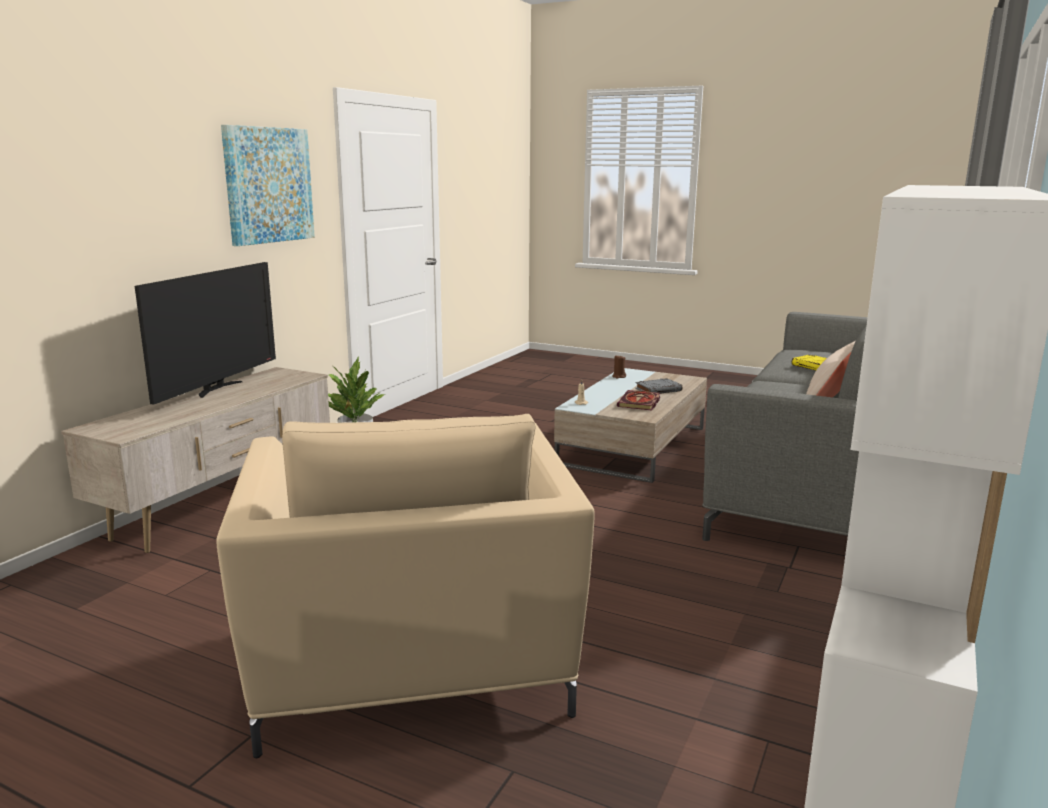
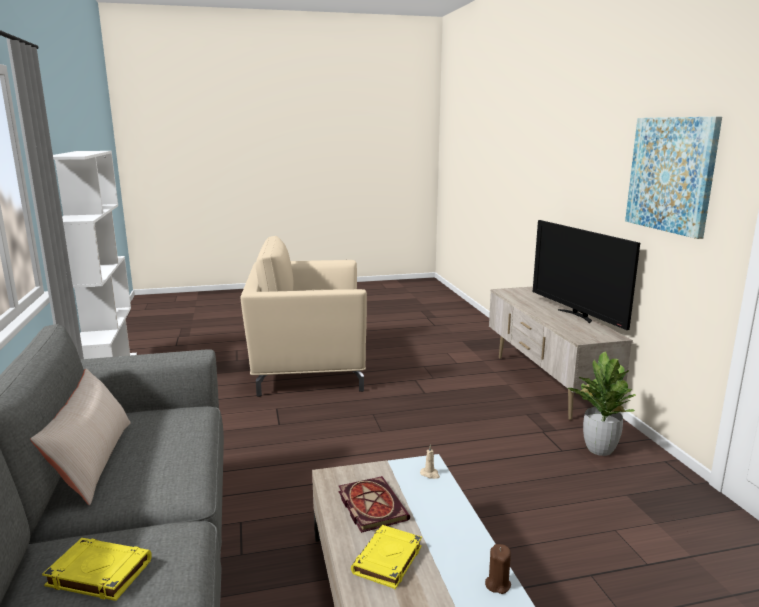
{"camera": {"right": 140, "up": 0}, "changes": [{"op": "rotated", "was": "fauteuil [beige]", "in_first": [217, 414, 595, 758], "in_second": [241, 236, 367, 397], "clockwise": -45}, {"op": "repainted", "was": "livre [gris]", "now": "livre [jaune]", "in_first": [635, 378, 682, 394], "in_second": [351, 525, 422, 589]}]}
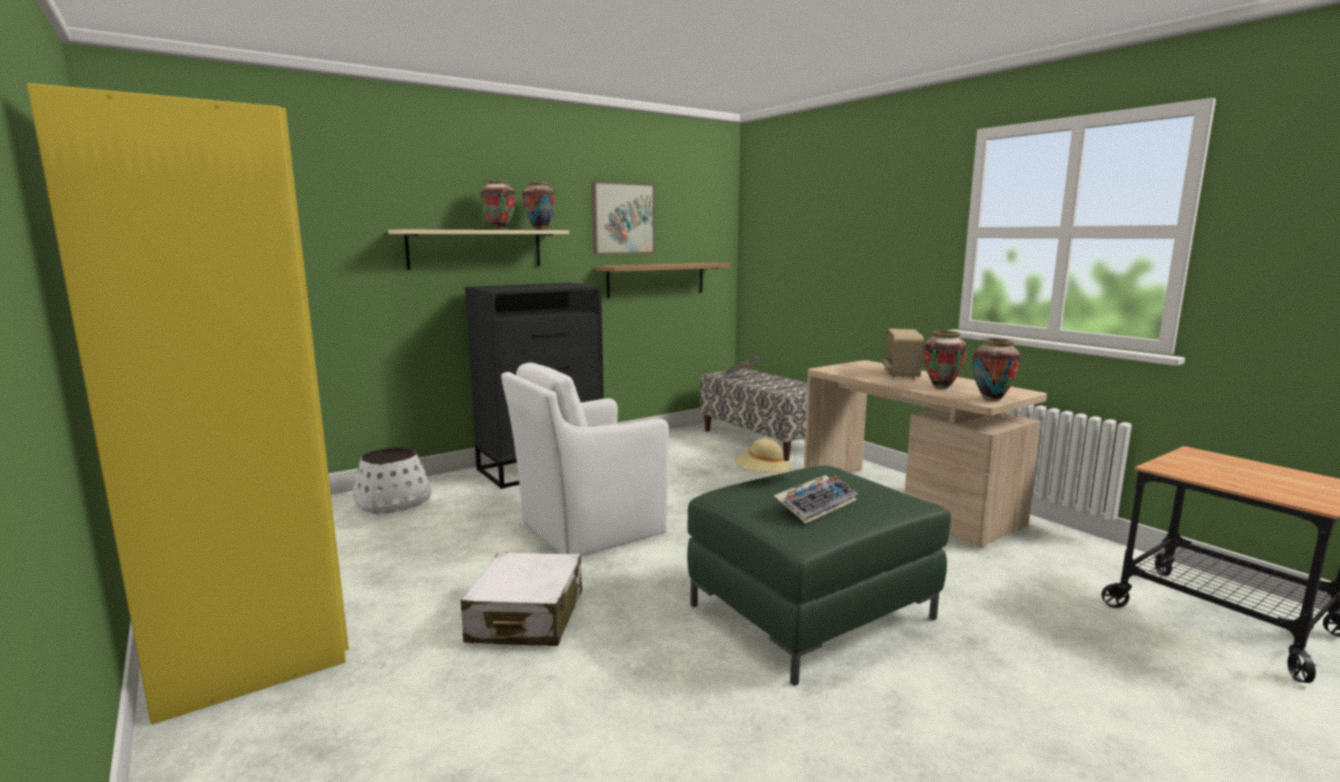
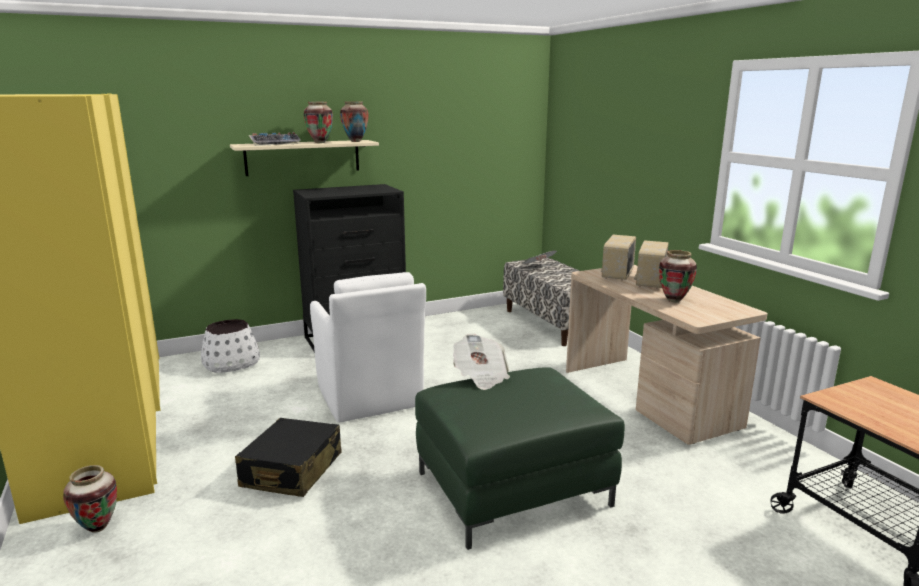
{"camera": {"right": 10, "up": 5}, "changes": [{"op": "shifted", "was": "vase", "in_first": [972, 338, 1021, 401], "in_second": [63, 465, 117, 533]}, {"op": "repainted", "was": "valise [blanc]", "now": "valise [noir]", "in_first": [461, 552, 582, 646], "in_second": [235, 418, 342, 497]}, {"op": "shifted", "was": "clavier", "in_first": [774, 475, 858, 524], "in_second": [249, 132, 301, 146]}, {"op": "rotated", "was": "fauteuil [blanc]", "in_first": [501, 362, 669, 556], "in_second": [310, 272, 426, 423], "clockwise": -90}, {"op": "swapped", "was": "chapeau [beige]", "now": "journal", "in_first": [735, 439, 790, 476], "in_second": [453, 334, 510, 390]}, {"op": "new", "now": "radio", "in_second": [601, 235, 636, 281]}, {"op": "gone", "was": "tableau", "in_first": [592, 181, 655, 254]}, {"op": "gone", "was": "étagère", "in_first": [596, 263, 732, 298]}]}
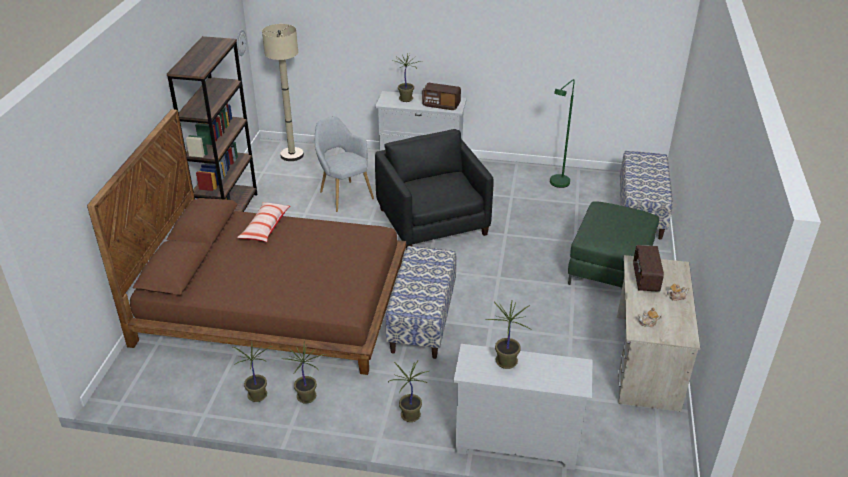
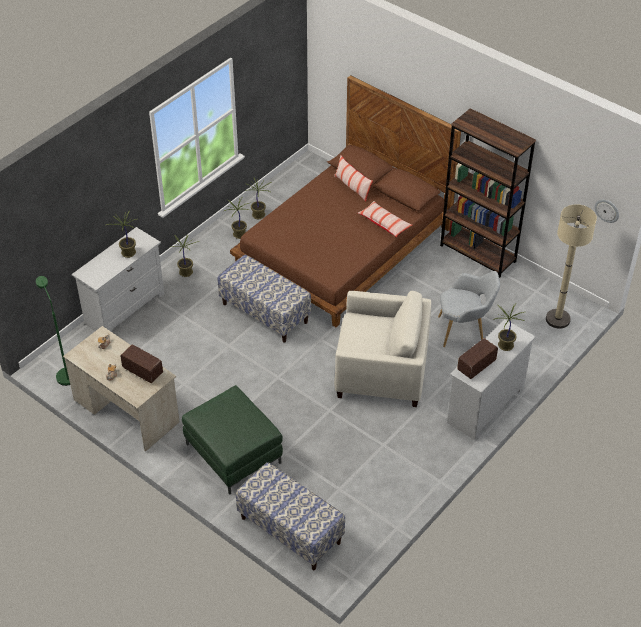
{"camera": {"right": 120, "up": 10}, "changes": [{"op": "shifted", "was": "lampadaire [vert]", "in_first": [550, 79, 575, 188], "in_second": [36, 276, 70, 386]}, {"op": "new", "now": "coussin", "in_second": [334, 155, 373, 202]}, {"op": "repainted", "was": "fauteuil [noir]", "now": "fauteuil [beige]", "in_first": [375, 129, 494, 249], "in_second": [334, 291, 431, 407]}]}
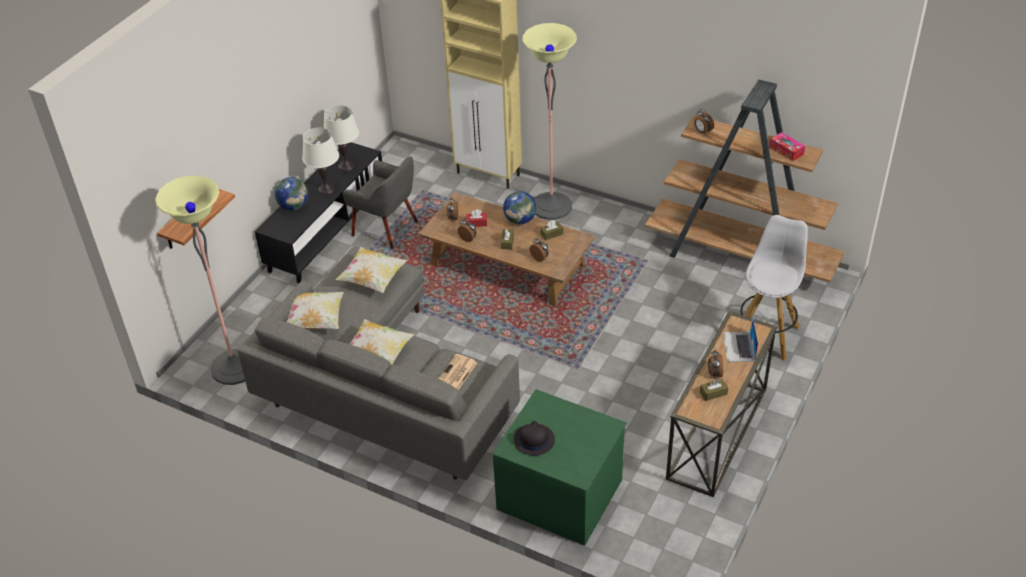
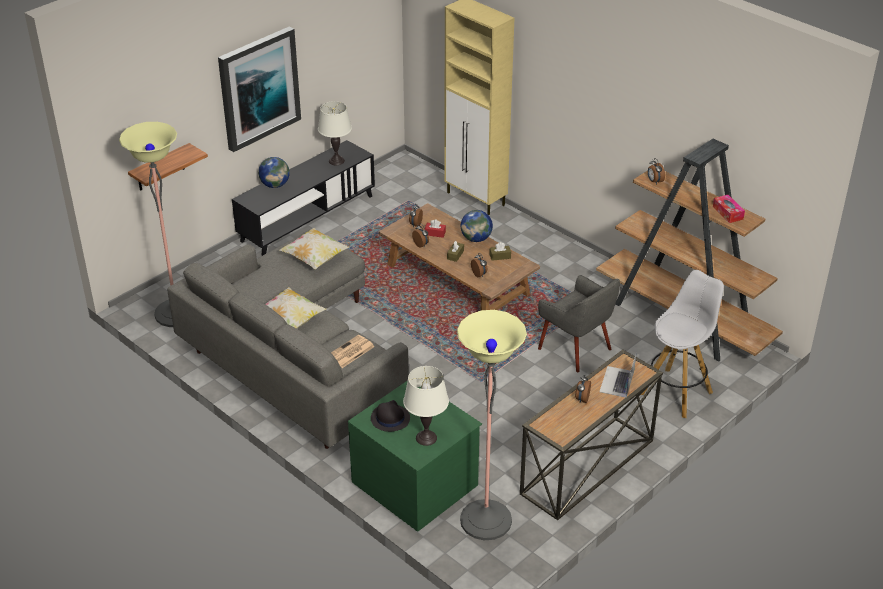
{"camera": {"right": 15, "up": -5}, "changes": [{"op": "new", "now": "tableau", "in_second": [218, 27, 301, 152]}, {"op": "shifted", "was": "lampe de table [blanc]", "in_first": [302, 128, 339, 195], "in_second": [403, 366, 449, 446]}, {"op": "shifted", "was": "lampadaire", "in_first": [523, 23, 577, 220], "in_second": [457, 310, 527, 540]}, {"op": "shifted", "was": "fauteuil [gris]", "in_first": [343, 157, 418, 249], "in_second": [538, 275, 620, 372]}, {"op": "gone", "was": "coussin", "in_first": [287, 291, 344, 330]}, {"op": "gone", "was": "boîte à mouchoirs [marron]", "in_first": [700, 379, 728, 401]}]}
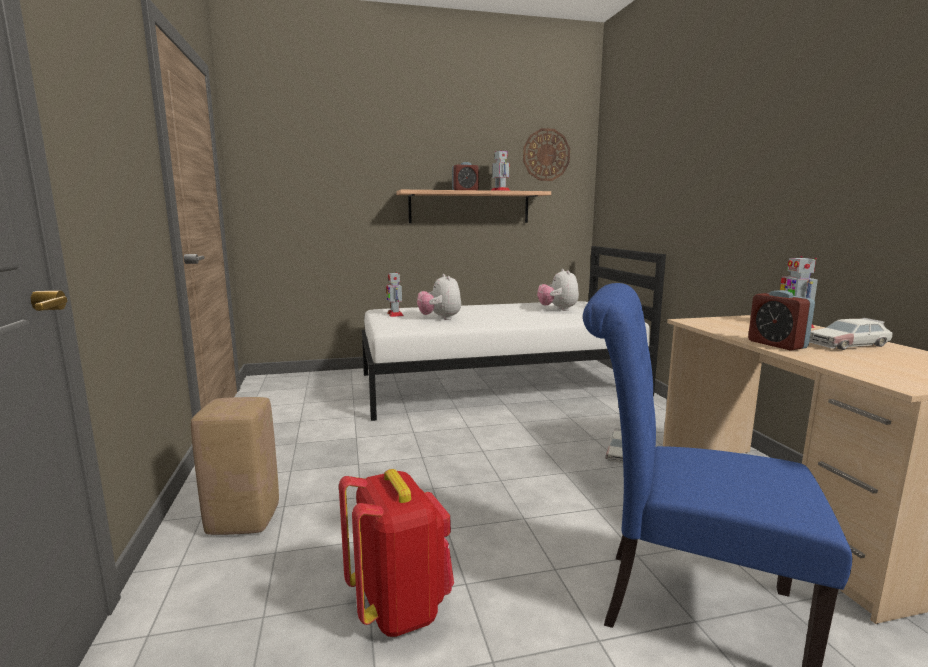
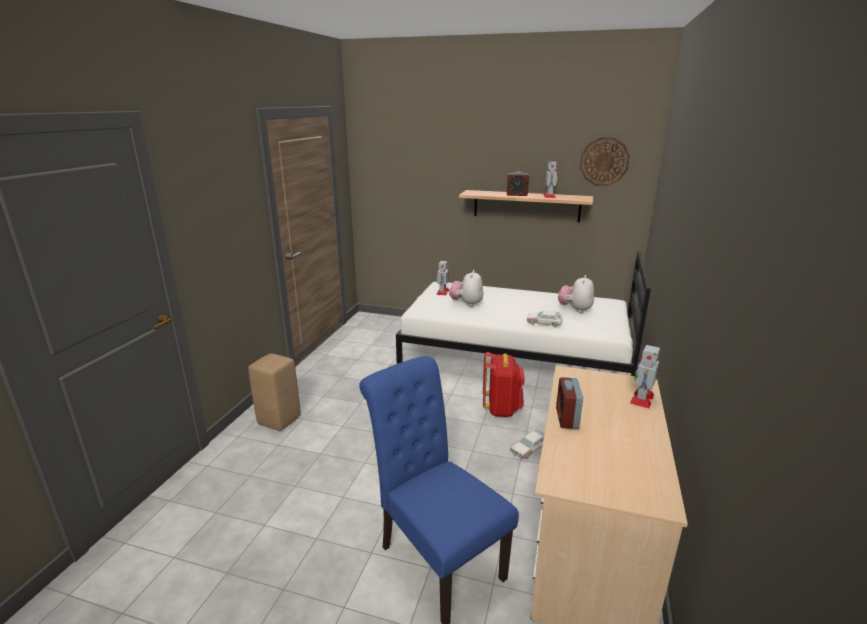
{"camera": {"right": 30, "up": 10}, "changes": [{"op": "shifted", "was": "sac à dos [rouge]", "in_first": [339, 469, 454, 637], "in_second": [483, 352, 525, 417]}, {"op": "shifted", "was": "petite voiture", "in_first": [809, 318, 893, 350], "in_second": [527, 311, 563, 327]}]}
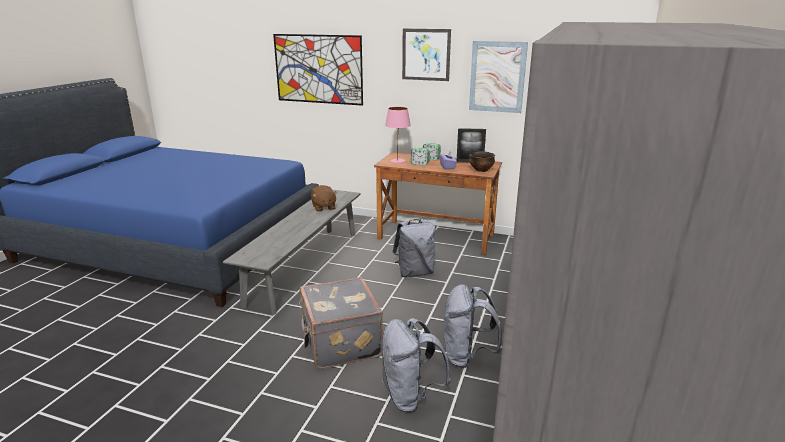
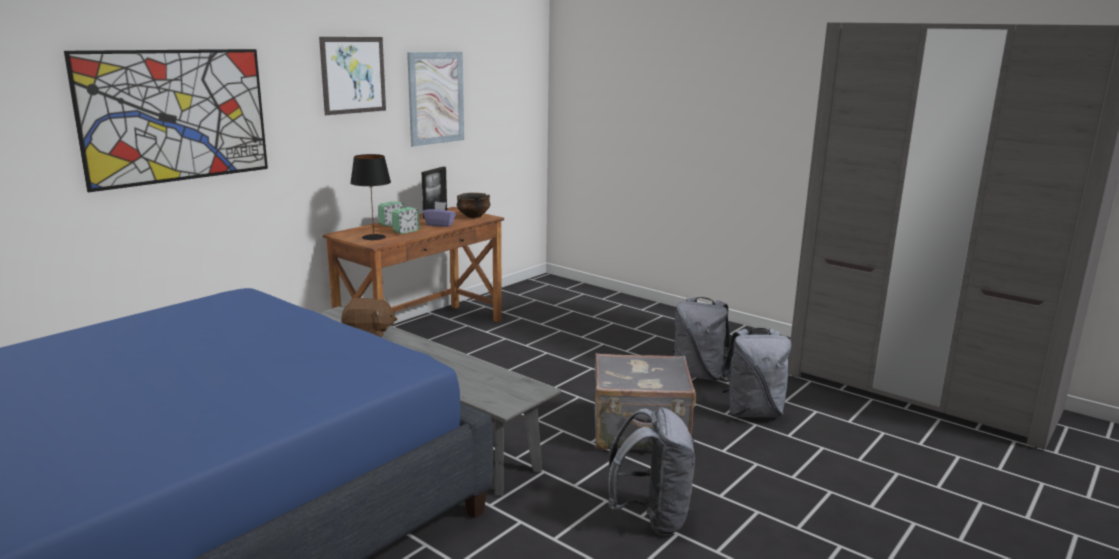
{"camera": {"right": -70, "up": -5}, "changes": [{"op": "repainted", "was": "lampe de table [rose]", "now": "lampe de table [noir]", "in_first": [385, 107, 411, 163], "in_second": [350, 154, 391, 240]}, {"op": "shifted", "was": "sac à dos [gris]", "in_first": [392, 219, 435, 277], "in_second": [608, 407, 695, 535]}]}
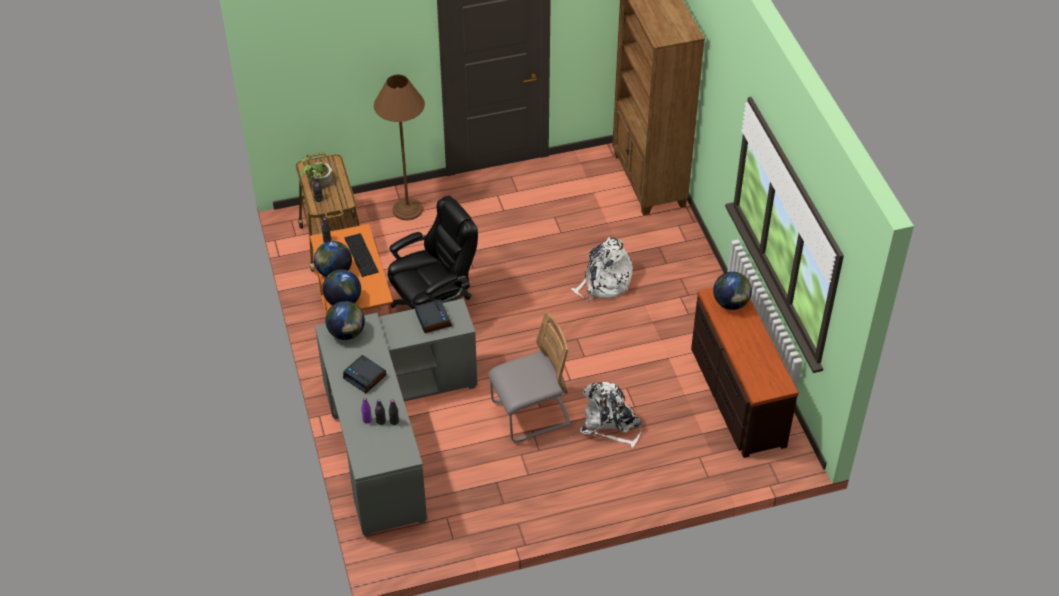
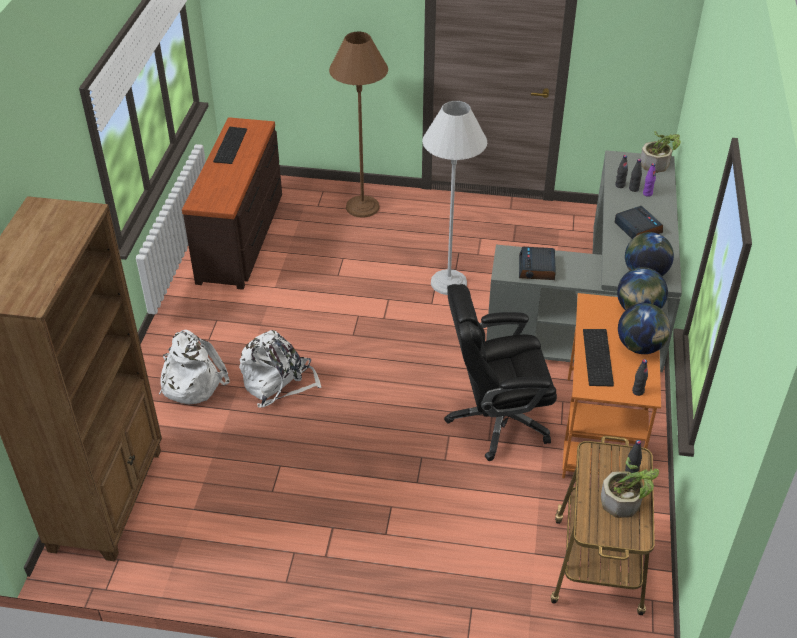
{"camera": {"right": -155, "up": -5}, "changes": [{"op": "shifted", "was": "sac à dos [blanc]", "in_first": [579, 382, 642, 447], "in_second": [159, 330, 230, 404]}, {"op": "new", "now": "clavier", "in_second": [213, 127, 247, 164]}, {"op": "shifted", "was": "lampadaire [marron]", "in_first": [374, 74, 425, 220], "in_second": [329, 32, 388, 218]}, {"op": "swapped", "was": "chaise [gris]", "now": "lampadaire [blanc]", "in_first": [488, 312, 570, 442], "in_second": [422, 101, 487, 295]}, {"op": "new", "now": "plante en pot", "in_second": [640, 131, 681, 173]}, {"op": "gone", "was": "globe", "in_first": [713, 272, 752, 310]}]}
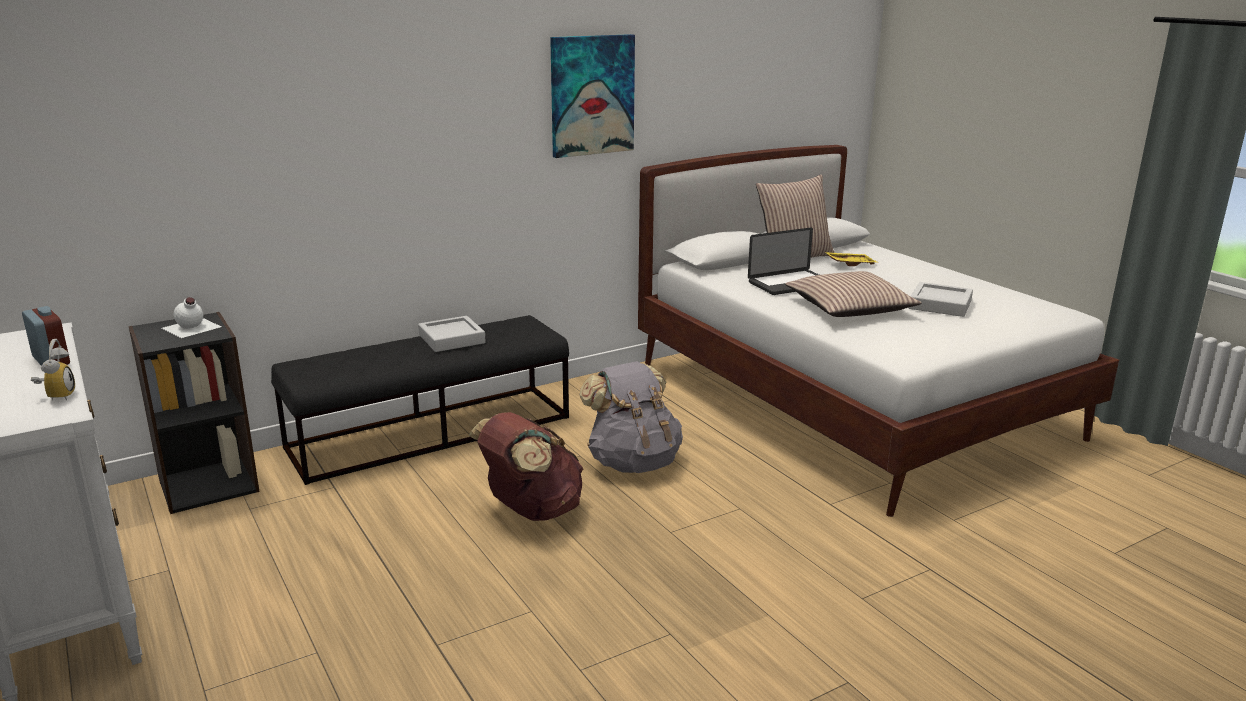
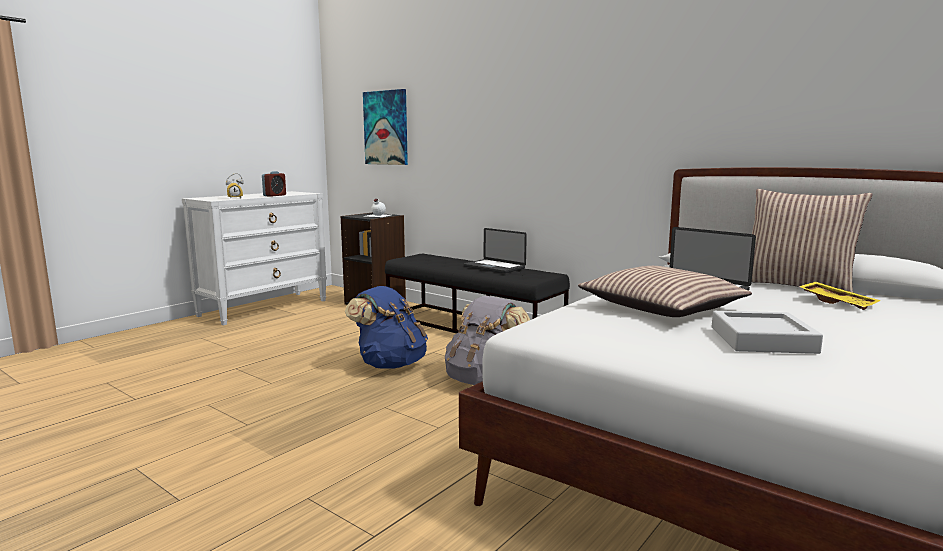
{"camera": {"right": 70, "up": -10}, "changes": [{"op": "repainted", "was": "sac à dos [marron]", "now": "sac à dos [bleu]", "in_first": [469, 412, 583, 521], "in_second": [345, 286, 428, 368]}, {"op": "shifted", "was": "tableau", "in_first": [550, 34, 635, 158], "in_second": [363, 89, 408, 165]}, {"op": "swapped", "was": "plateau [gris]", "now": "ordinateur portable", "in_first": [418, 316, 486, 352], "in_second": [463, 228, 527, 273]}]}
